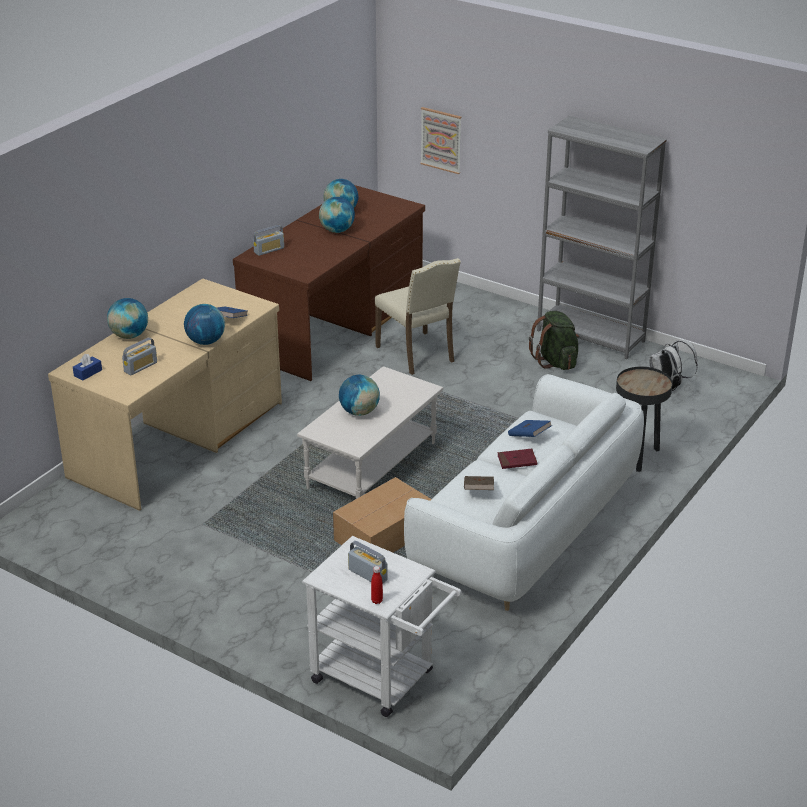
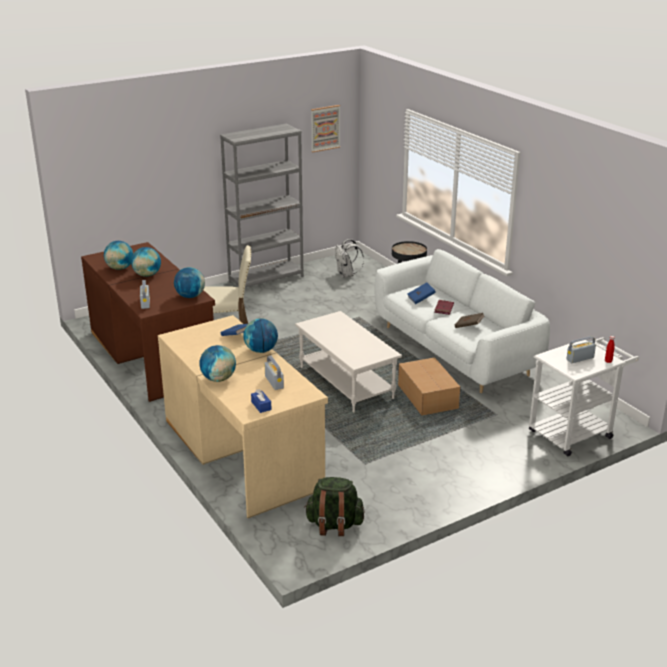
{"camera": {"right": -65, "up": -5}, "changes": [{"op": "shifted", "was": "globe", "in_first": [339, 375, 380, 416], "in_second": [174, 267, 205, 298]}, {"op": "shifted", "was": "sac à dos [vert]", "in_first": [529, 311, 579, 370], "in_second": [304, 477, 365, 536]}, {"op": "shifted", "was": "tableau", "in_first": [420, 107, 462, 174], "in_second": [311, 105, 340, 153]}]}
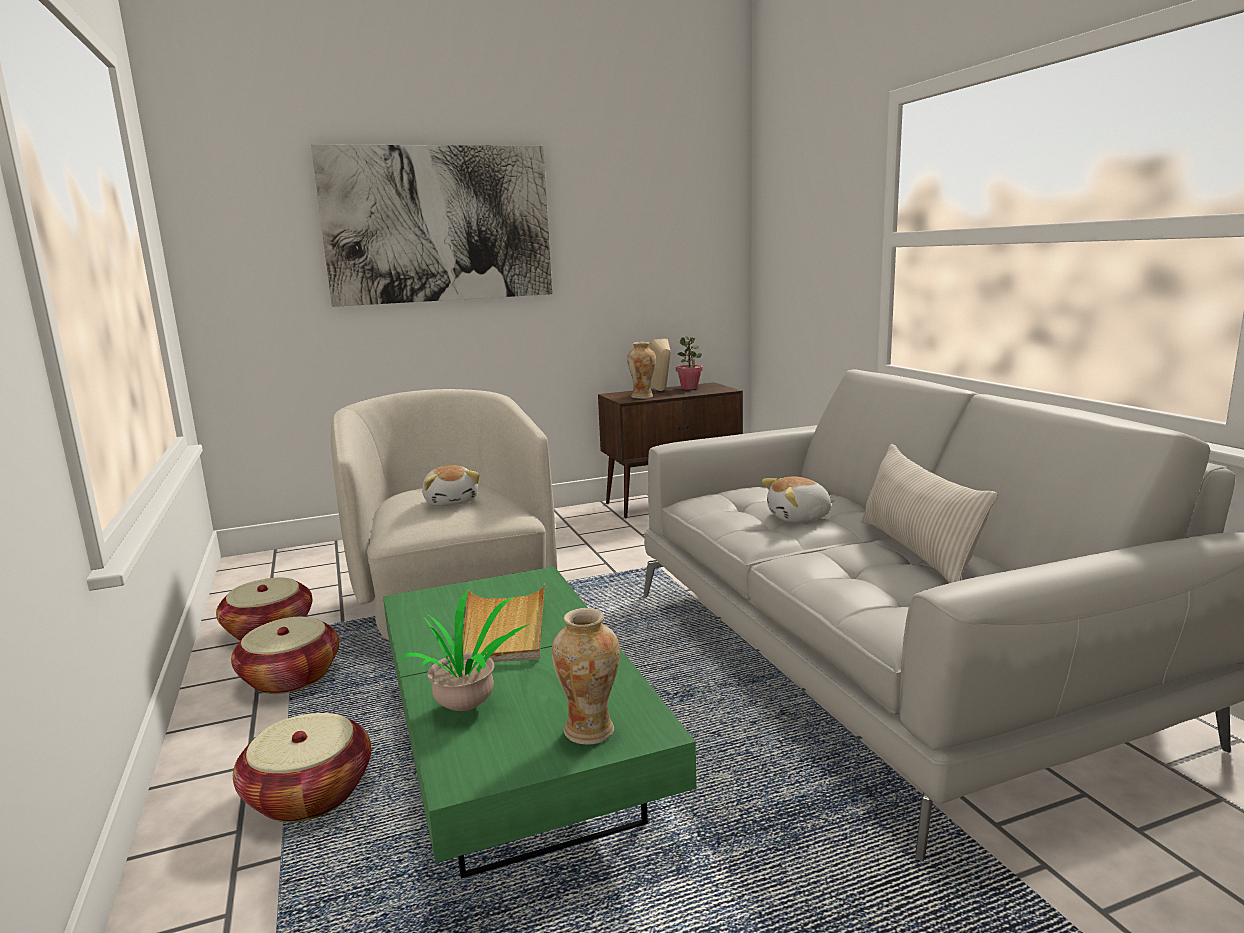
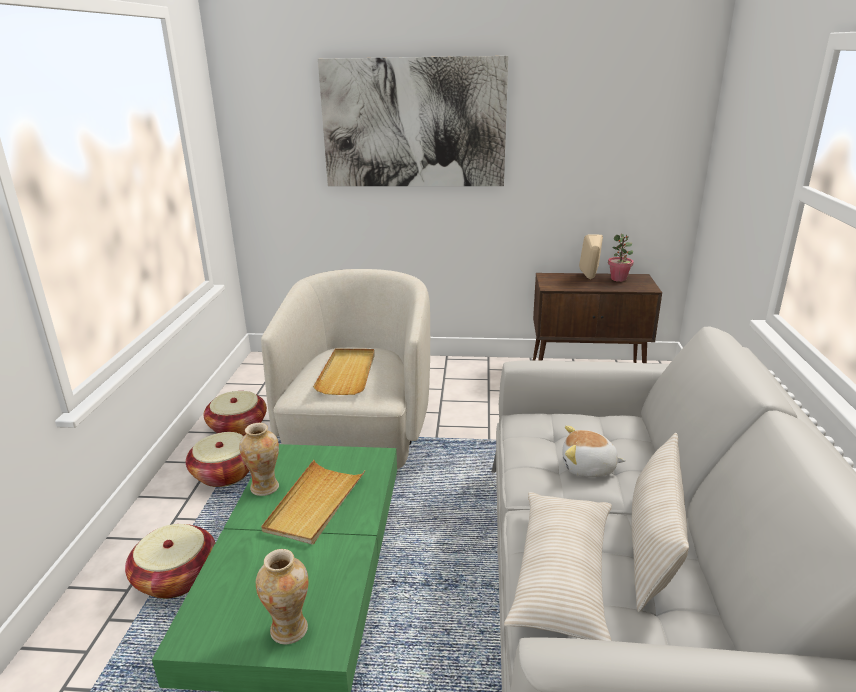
{"camera": {"right": 25, "up": 10}, "changes": [{"op": "shifted", "was": "vase", "in_first": [627, 342, 656, 399], "in_second": [239, 423, 279, 496]}, {"op": "swapped", "was": "peluche", "now": "plateau [beige]", "in_first": [422, 465, 480, 506], "in_second": [313, 349, 375, 395]}, {"op": "new", "now": "coussin [beige]", "in_second": [504, 492, 612, 641]}, {"op": "gone", "was": "plante en pot", "in_first": [402, 589, 529, 711]}]}
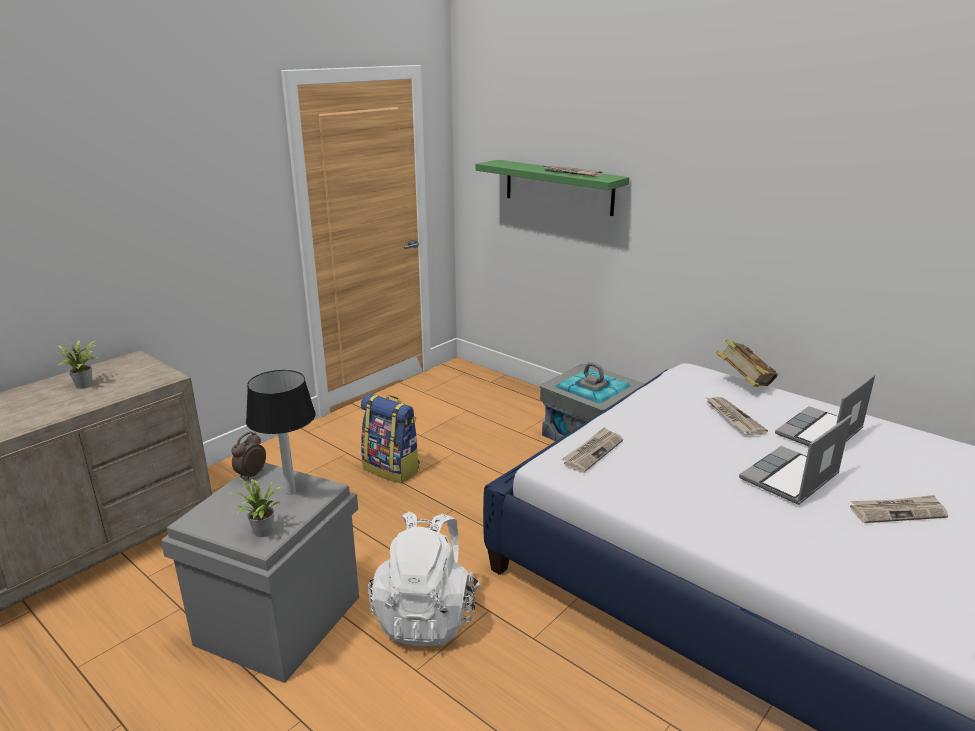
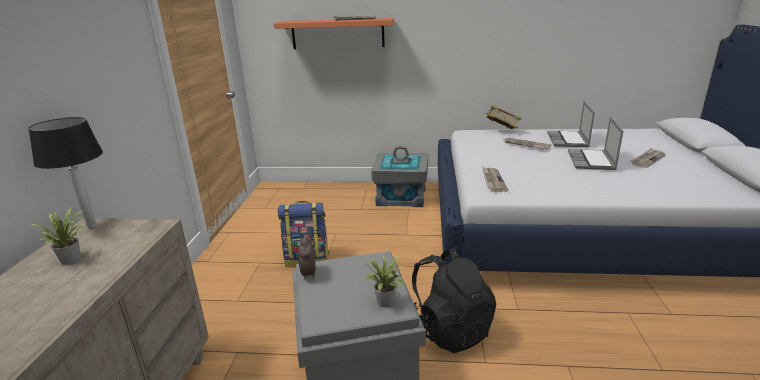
{"camera": {"right": -35, "up": 0}, "changes": [{"op": "shifted", "was": "lampe de table", "in_first": [246, 370, 316, 495], "in_second": [28, 117, 103, 228]}, {"op": "repainted", "was": "étagère [vert]", "now": "étagère [orange]", "in_first": [475, 160, 629, 216], "in_second": [274, 18, 394, 49]}, {"op": "repainted", "was": "sac à dos [blanc]", "now": "sac à dos [noir]", "in_first": [368, 511, 480, 646], "in_second": [412, 248, 496, 353]}]}
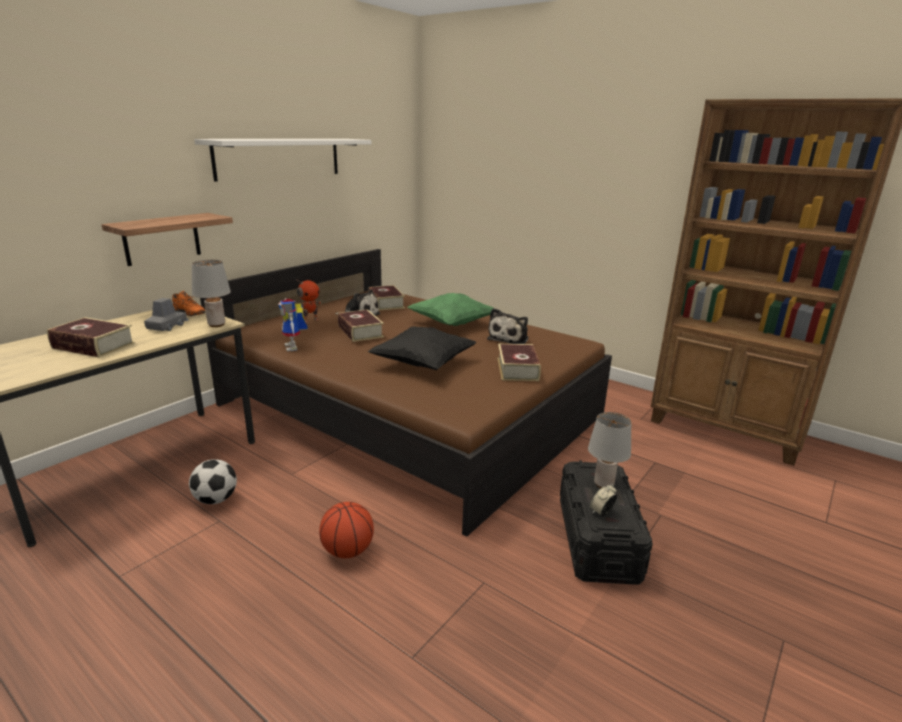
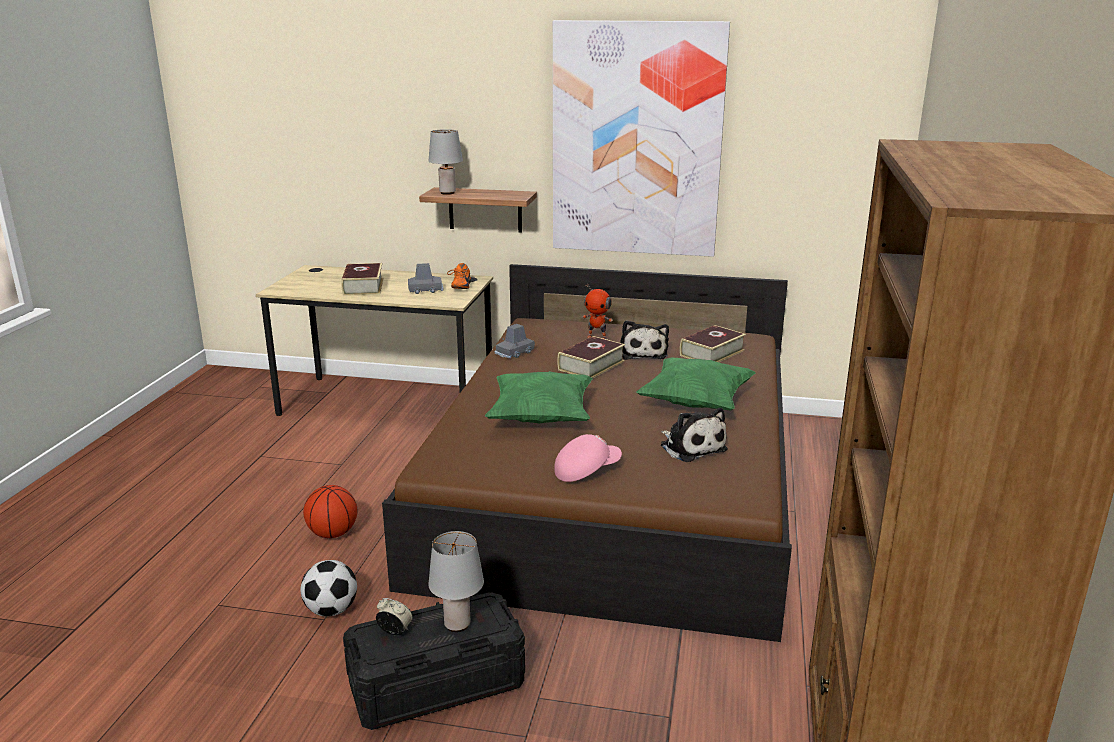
{"camera": {"right": 65, "up": 0}, "changes": [{"op": "shifted", "was": "ballon de foot", "in_first": [189, 459, 237, 504], "in_second": [300, 560, 357, 616]}, {"op": "shifted", "was": "lampe de table [gris]", "in_first": [192, 260, 231, 327], "in_second": [429, 129, 463, 195]}, {"op": "repainted", "was": "coussin [noir]", "now": "coussin [vert]", "in_first": [368, 327, 477, 370], "in_second": [485, 371, 592, 423]}, {"op": "swapped", "was": "robot jouet", "now": "petite voiture [gris]", "in_first": [278, 298, 308, 351], "in_second": [494, 324, 535, 358]}, {"op": "swapped", "was": "étagère [blanc]", "now": "tableau", "in_first": [194, 139, 371, 181], "in_second": [553, 20, 730, 257]}, {"op": "swapped", "was": "livre", "now": "casquette [rose]", "in_first": [497, 344, 541, 381], "in_second": [554, 434, 622, 482]}, {"op": "rotated", "was": "peluche", "in_first": [487, 308, 529, 344], "in_second": [661, 408, 728, 462], "clockwise": -120}]}
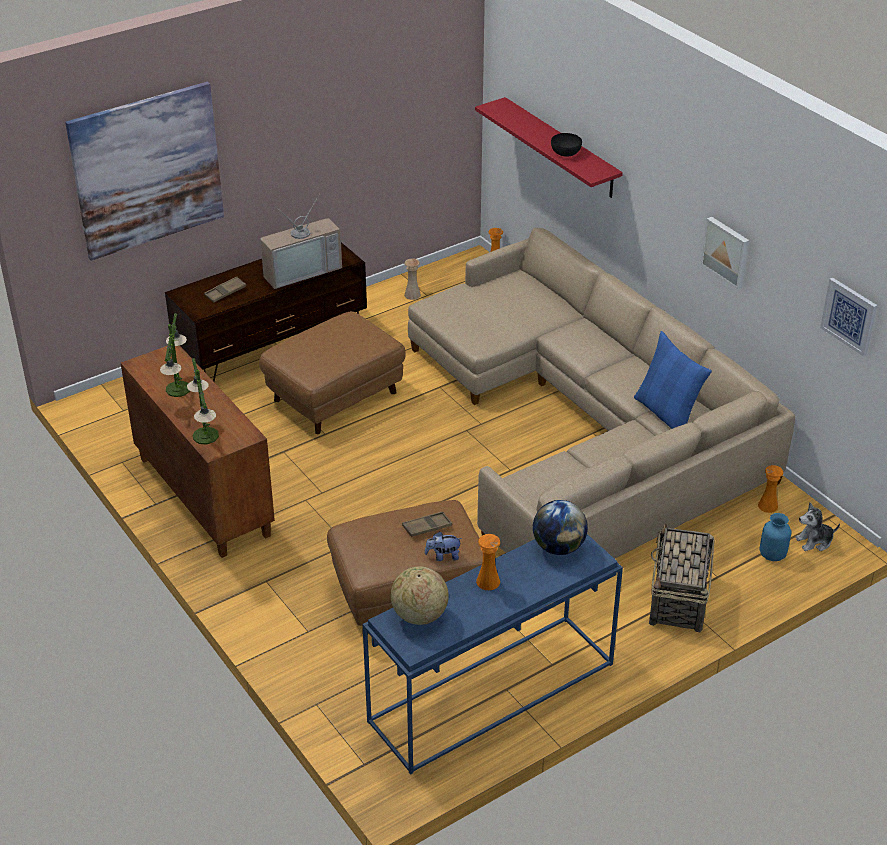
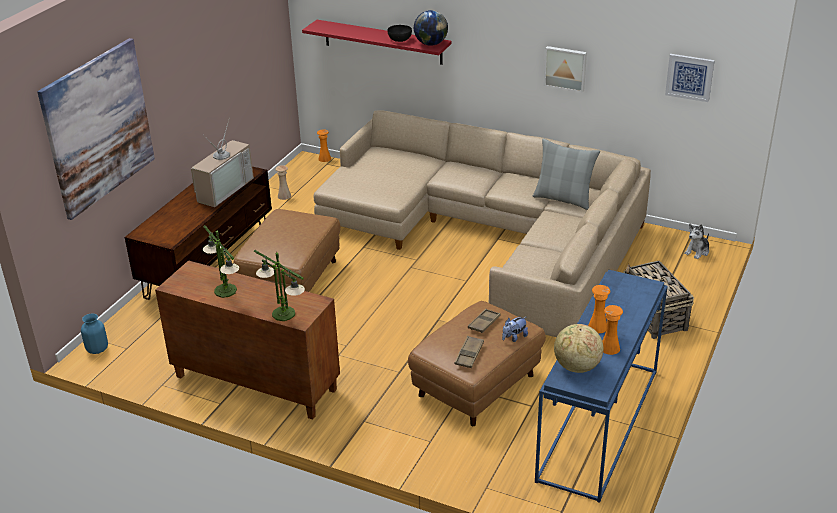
{"camera": {"right": -30, "up": -5}, "changes": [{"op": "shifted", "was": "vase [bleu]", "in_first": [760, 513, 791, 561], "in_second": [81, 313, 108, 354]}, {"op": "shifted", "was": "globe", "in_first": [533, 500, 588, 555], "in_second": [414, 10, 448, 46]}, {"op": "shifted", "was": "plateau [marron]", "in_first": [204, 276, 246, 303], "in_second": [455, 336, 484, 368]}, {"op": "repainted", "was": "coussin [bleu]", "now": "coussin [gris]", "in_first": [634, 331, 712, 429], "in_second": [533, 138, 600, 210]}, {"op": "shifted", "was": "vase [orange]", "in_first": [758, 465, 783, 513], "in_second": [602, 305, 623, 355]}]}
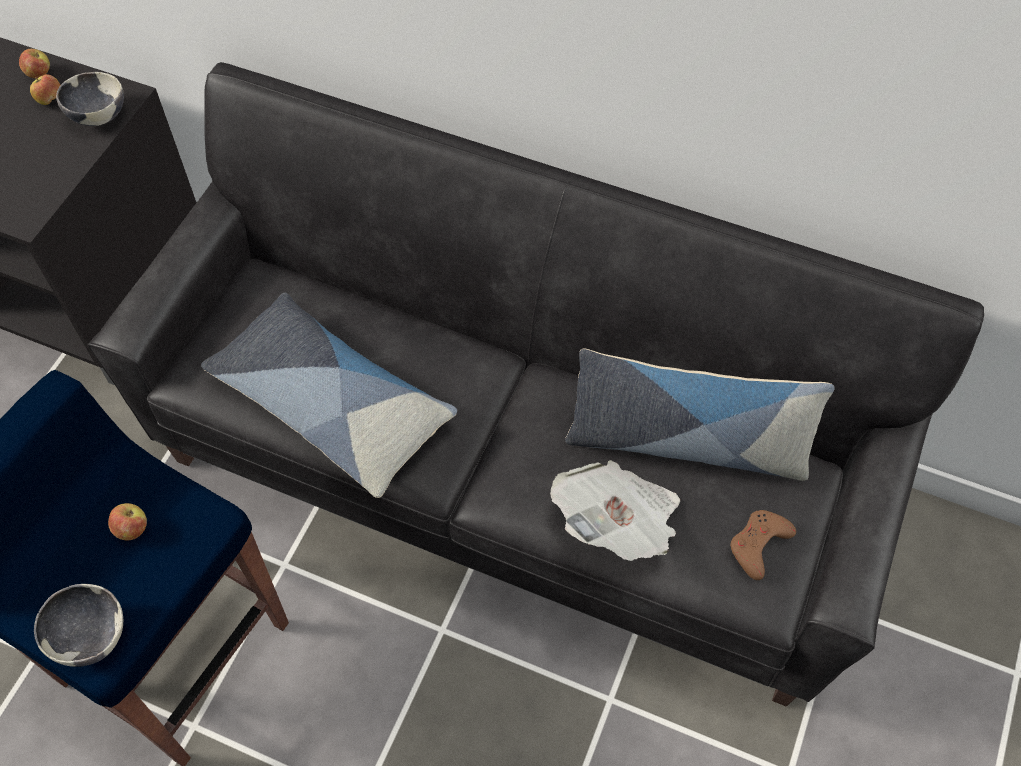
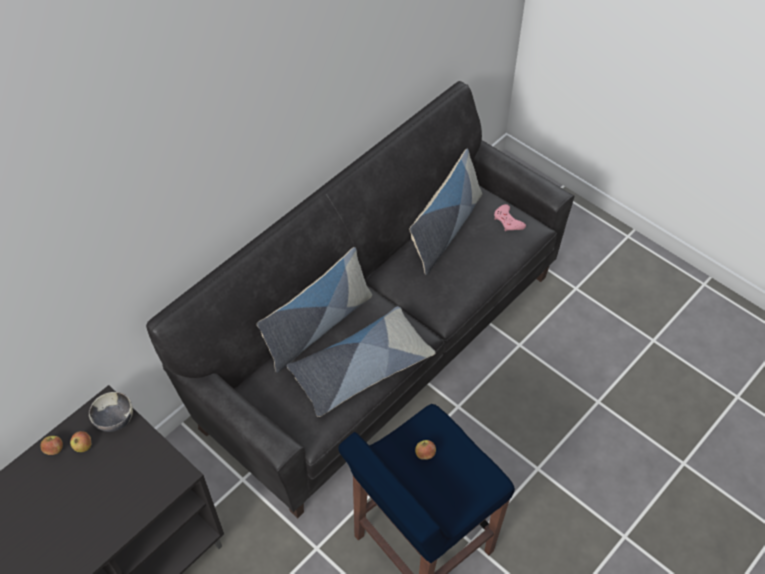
{"camera": {"right": -70, "up": -5}, "changes": [{"op": "new", "now": "coussin", "in_second": [257, 247, 372, 373]}, {"op": "repainted", "was": "manette [marron]", "now": "manette [rose]", "in_first": [730, 510, 796, 580], "in_second": [494, 204, 526, 231]}, {"op": "gone", "was": "bol", "in_first": [34, 584, 123, 667]}, {"op": "gone", "was": "journal", "in_first": [550, 460, 680, 561]}]}
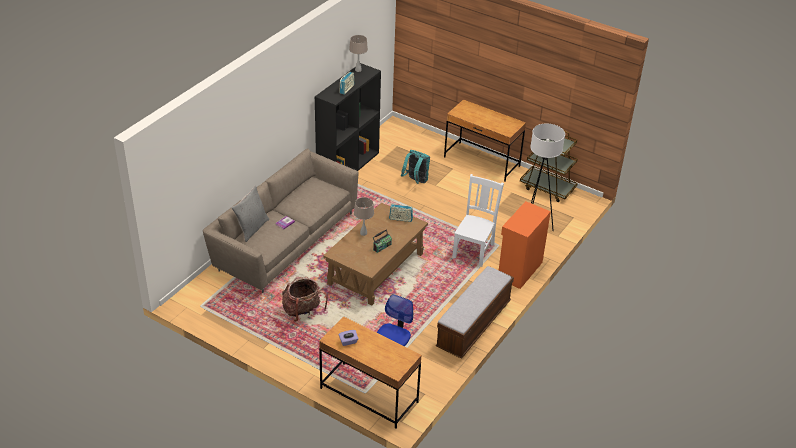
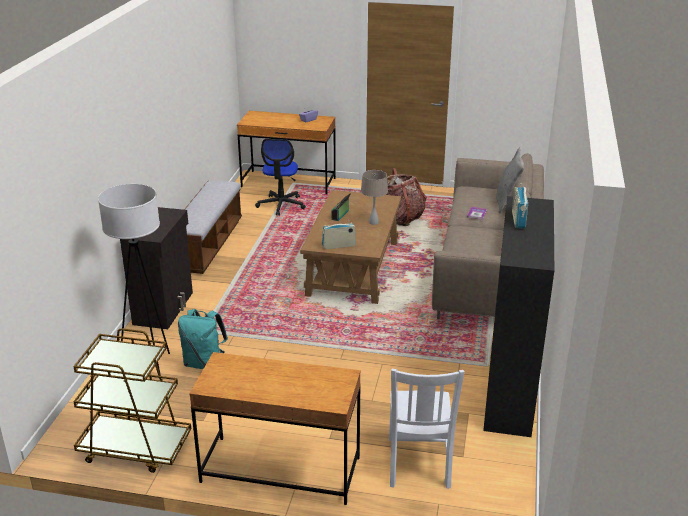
{"camera": {"right": 160, "up": -10}, "changes": [{"op": "repainted", "was": "meuble de rangement [orange]", "now": "meuble de rangement [noir]", "in_first": [499, 201, 551, 289], "in_second": [120, 207, 193, 329]}, {"op": "shifted", "was": "sac à dos [turquoise]", "in_first": [401, 150, 430, 184], "in_second": [178, 309, 228, 369]}, {"op": "shifted", "was": "chaise [blanc]", "in_first": [452, 174, 504, 267], "in_second": [389, 369, 465, 489]}, {"op": "gone", "was": "lampe de table [beige]", "in_first": [349, 35, 368, 72]}]}
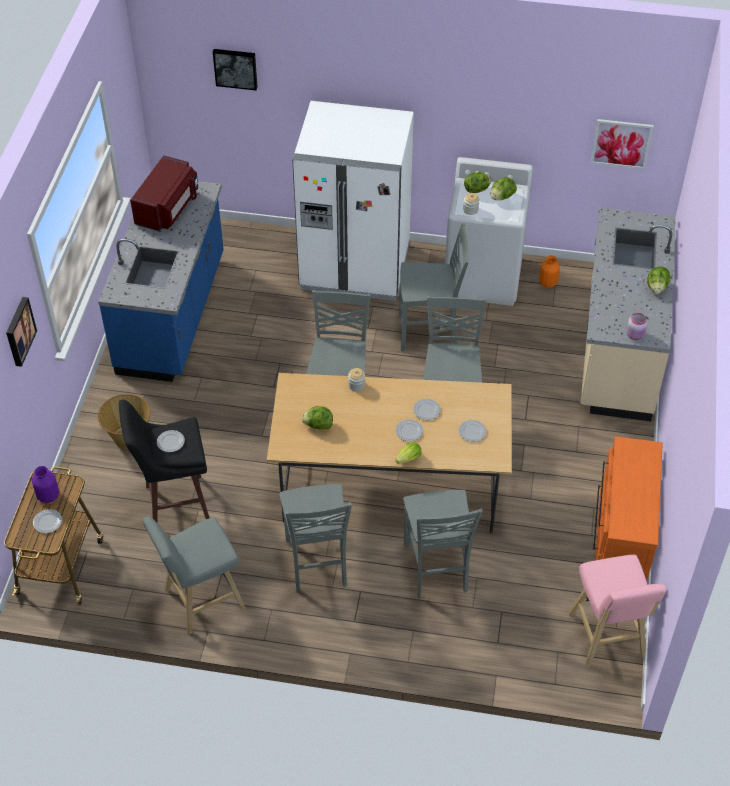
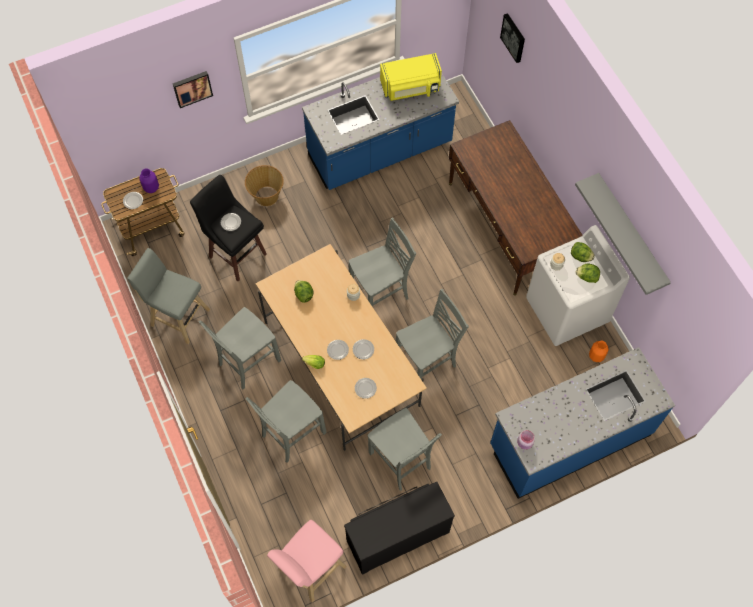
{"camera": {"right": 55, "up": 15}, "changes": [{"op": "repainted", "was": "commode [orange]", "now": "commode [noir]", "in_first": [593, 436, 663, 581], "in_second": [344, 482, 455, 575]}, {"op": "shifted", "was": "chaise [gris]", "in_first": [399, 223, 469, 351], "in_second": [367, 408, 442, 491]}, {"op": "repainted", "was": "micro-ondes [rouge]", "now": "micro-ondes [jaune]", "in_first": [130, 155, 198, 232], "in_second": [380, 53, 442, 101]}, {"op": "swapped", "was": "réfrigérateur [blanc]", "now": "bureau [marron]", "in_first": [292, 101, 414, 301], "in_second": [449, 120, 582, 296]}, {"op": "repainted", "was": "comptoir de cuisine [beige]", "now": "comptoir de cuisine [bleu]", "in_first": [580, 207, 676, 421], "in_second": [490, 347, 675, 499]}, {"op": "new", "now": "étagère [gris]", "in_second": [575, 173, 671, 295]}, {"op": "gone", "was": "tableau", "in_first": [591, 119, 653, 169]}, {"op": "gone", "was": "laitue", "in_first": [647, 266, 670, 294]}]}
